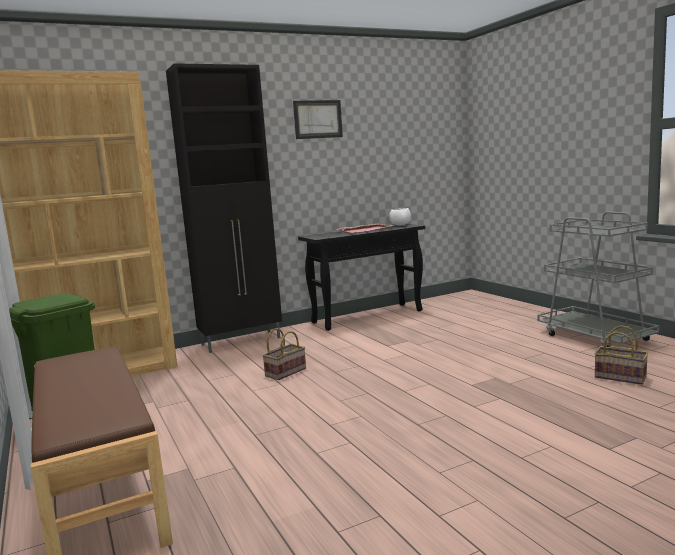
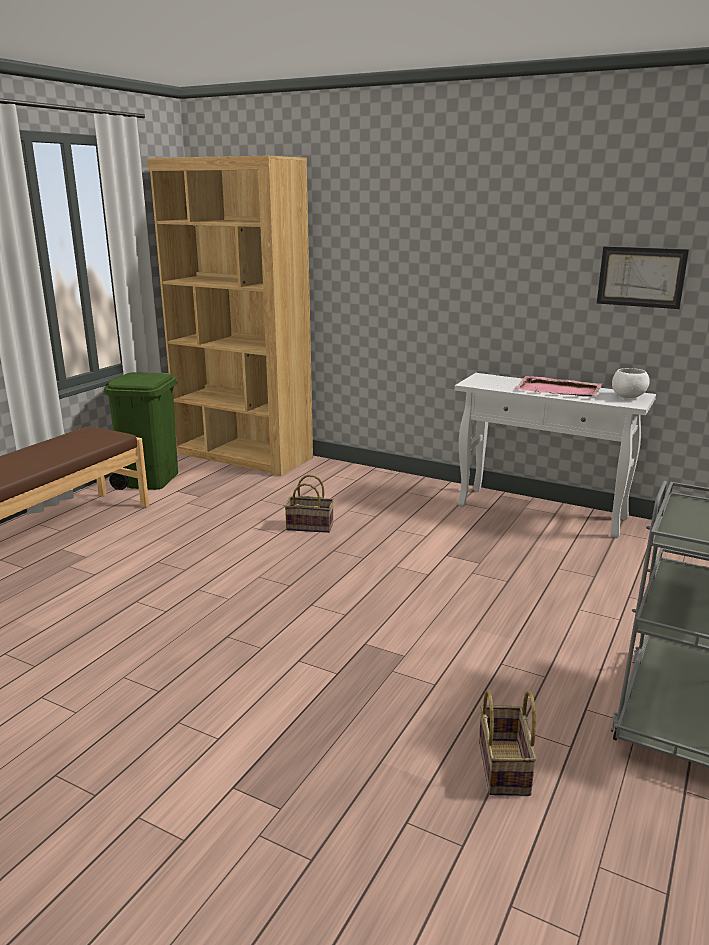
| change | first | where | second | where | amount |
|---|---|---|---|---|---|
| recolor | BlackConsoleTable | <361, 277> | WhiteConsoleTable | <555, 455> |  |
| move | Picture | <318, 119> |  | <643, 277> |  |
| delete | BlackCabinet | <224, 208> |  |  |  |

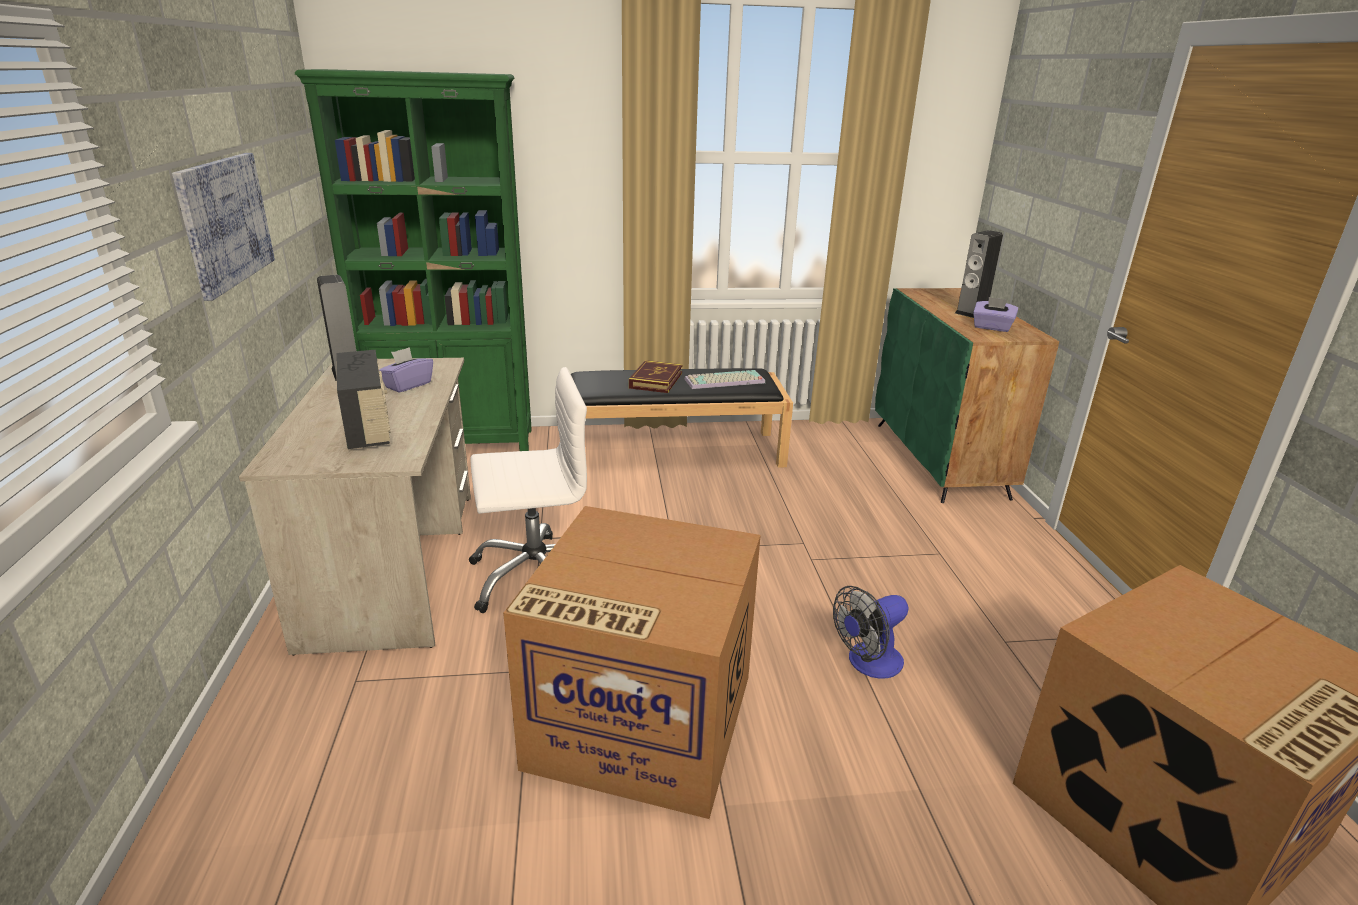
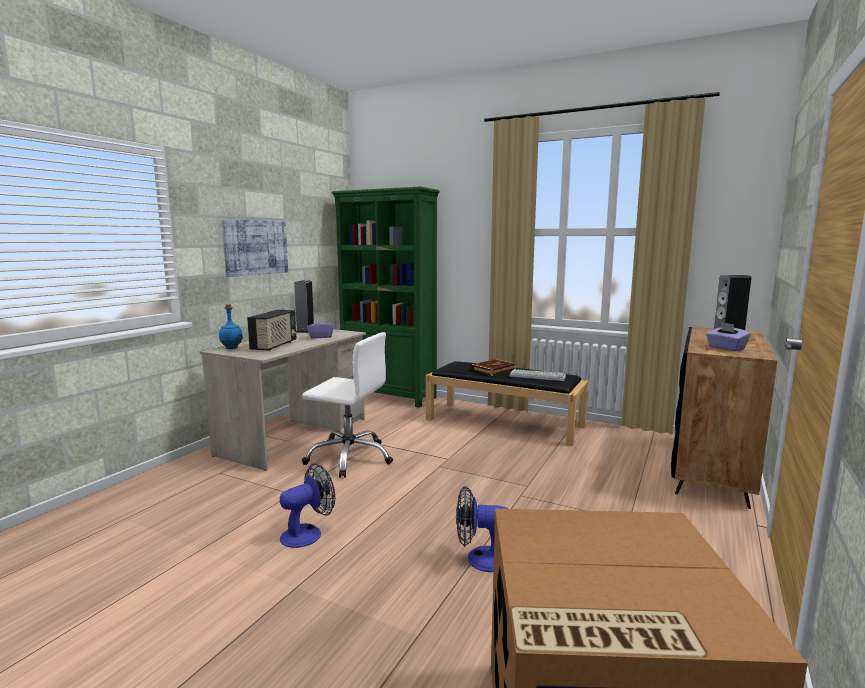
| change | first | where | second | where | amount |
|---|---|---|---|---|---|
| insert |  |  | BlueBottle | <231, 326> |  |
| replace | CardboardBox | <632, 662> | Fan | <307, 505> |  |
| recolor | GreenCabinet | <967, 395> | BlackCabinet | <724, 418> |  |

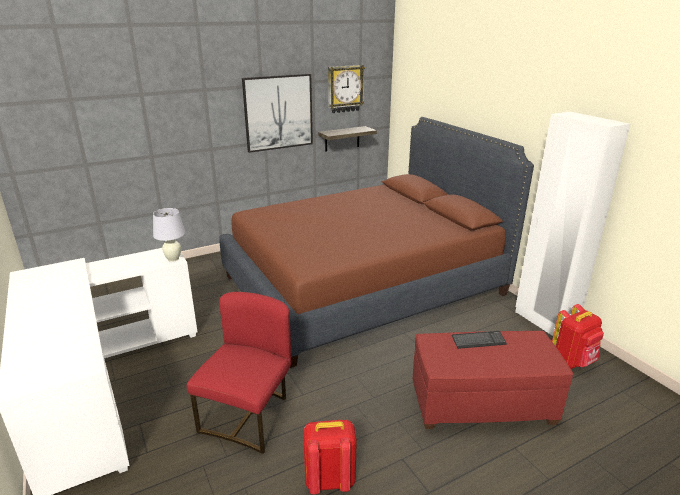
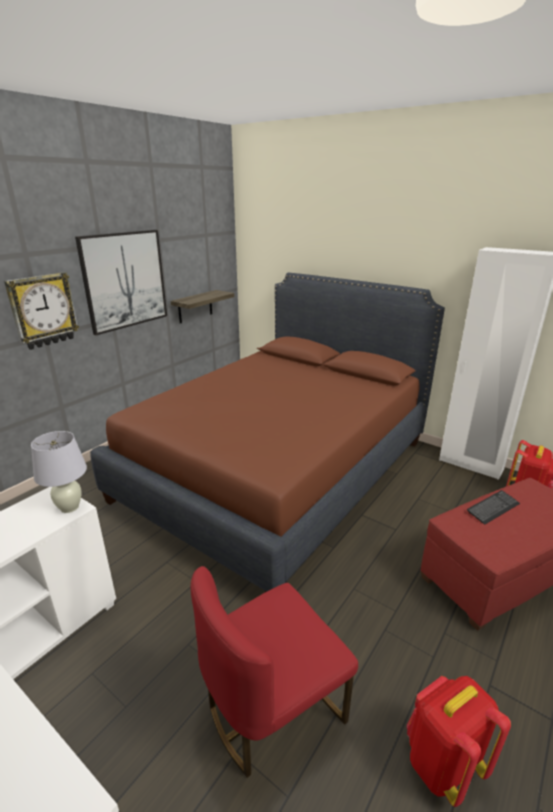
| change | first | where | second | where | amount |
|---|---|---|---|---|---|
| move | WallClock | <346, 89> |  | <41, 311> |  |
| rotate | RedChair | <239, 373> |  | <274, 672> | 120 degrees counterclockwise |

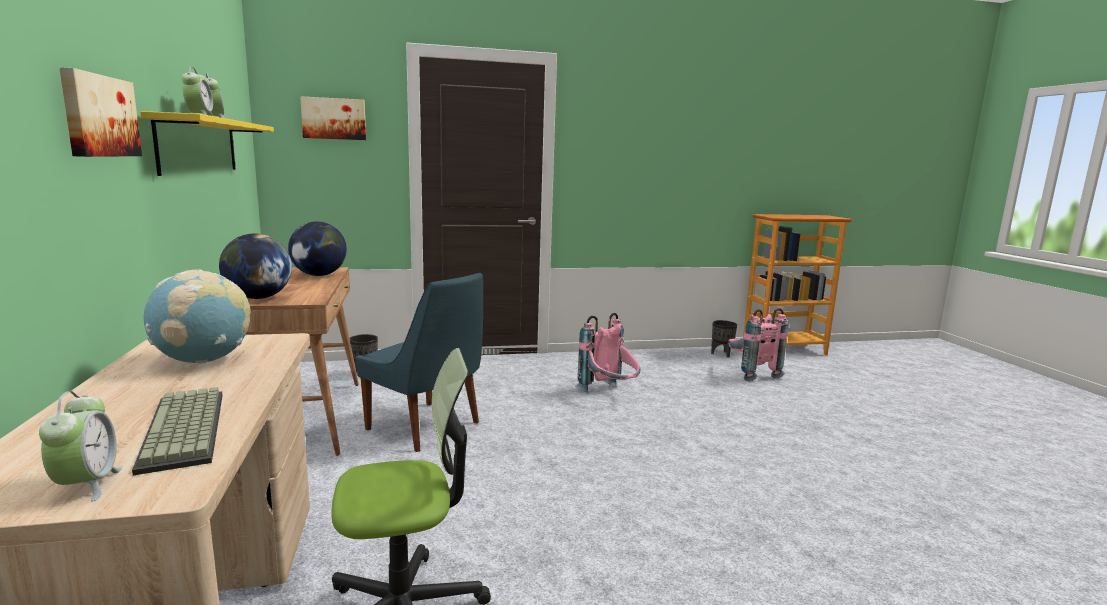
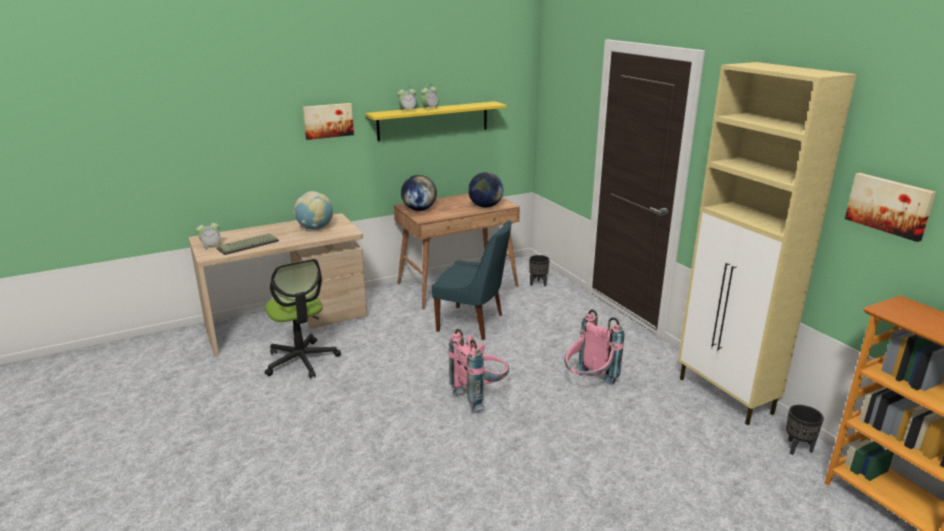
| change | first | where | second | where | amount |
|---|---|---|---|---|---|
| rotate | BlueChair | <419, 362> |  | <471, 280> | 90 degrees counterclockwise |
| move | PinkBackpack | <758, 344> |  | <478, 370> |  |
| insert |  |  | BeigeCabinet | <767, 243> |  |
| move | Picture | <333, 118> |  | <890, 207> |  |

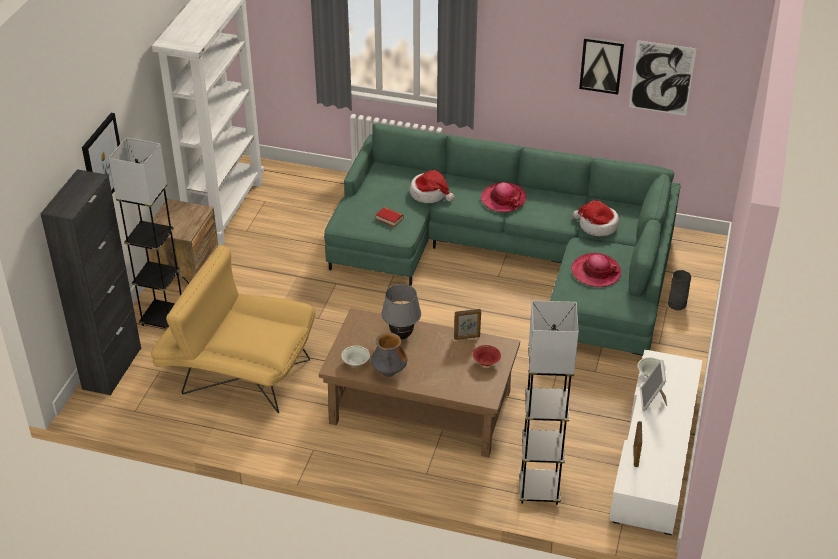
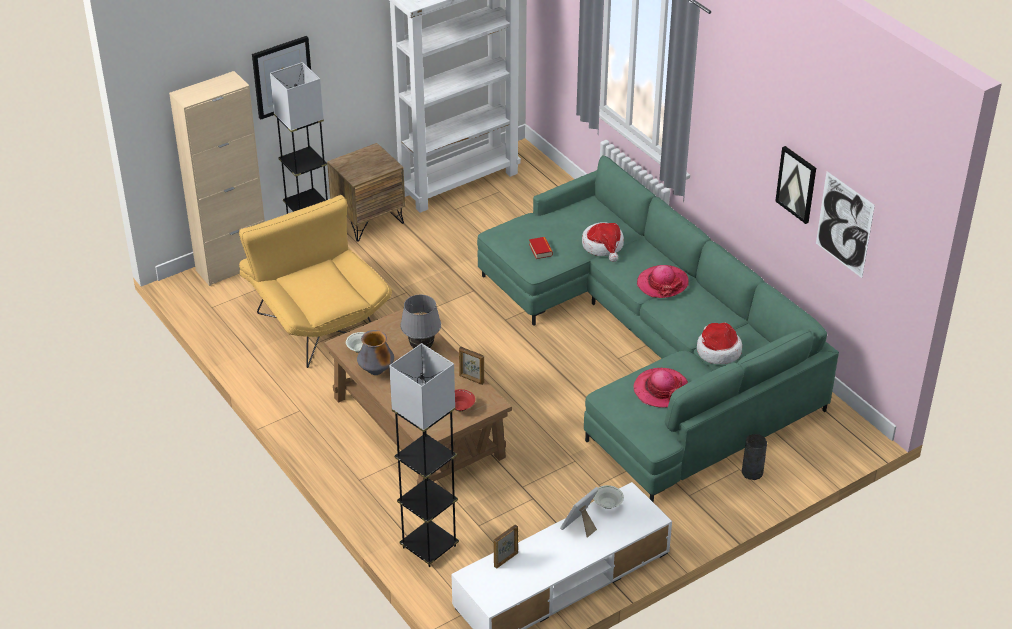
| change | first | where | second | where | amount |
|---|---|---|---|---|---|
| recolor | BlackCabinet | <91, 282> | BeigeCabinet | <217, 178> |  |

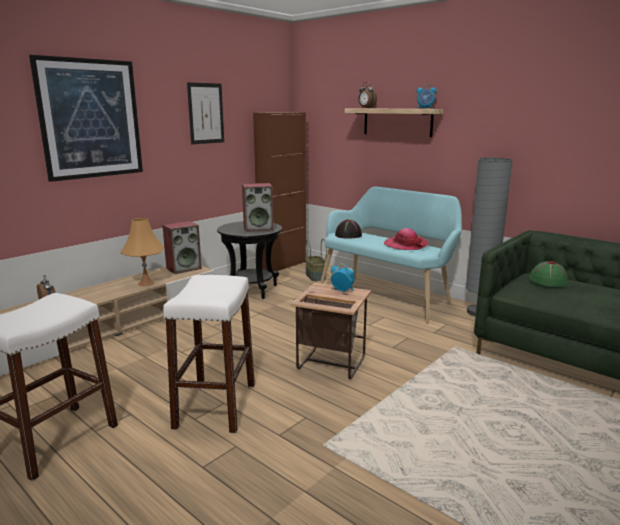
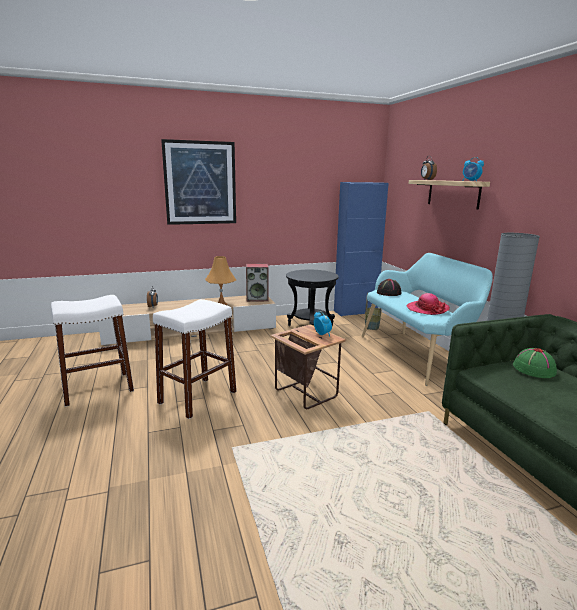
| change | first | where | second | where | amount |
|---|---|---|---|---|---|
| recolor | BrownCabinet | <279, 191> | BlueCabinet | <361, 249> |  |
| delete | Picture | <205, 113> |  |  |  |
| delete | Speaker | <258, 207> |  |  |  |

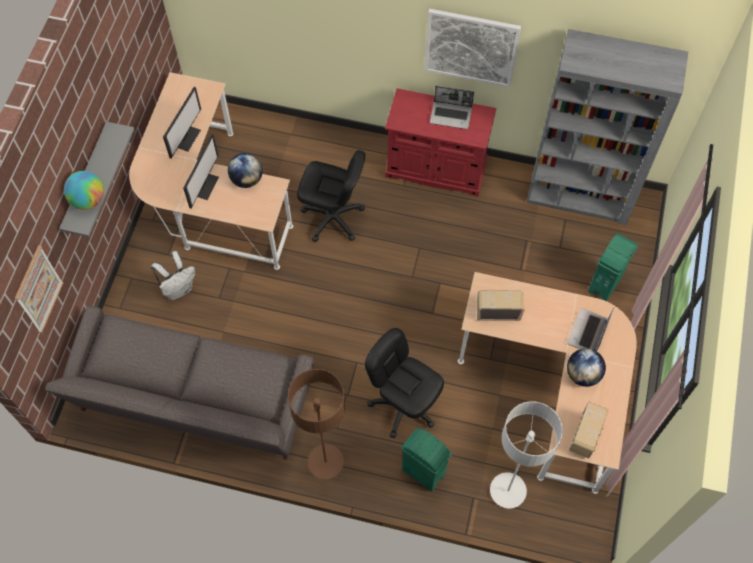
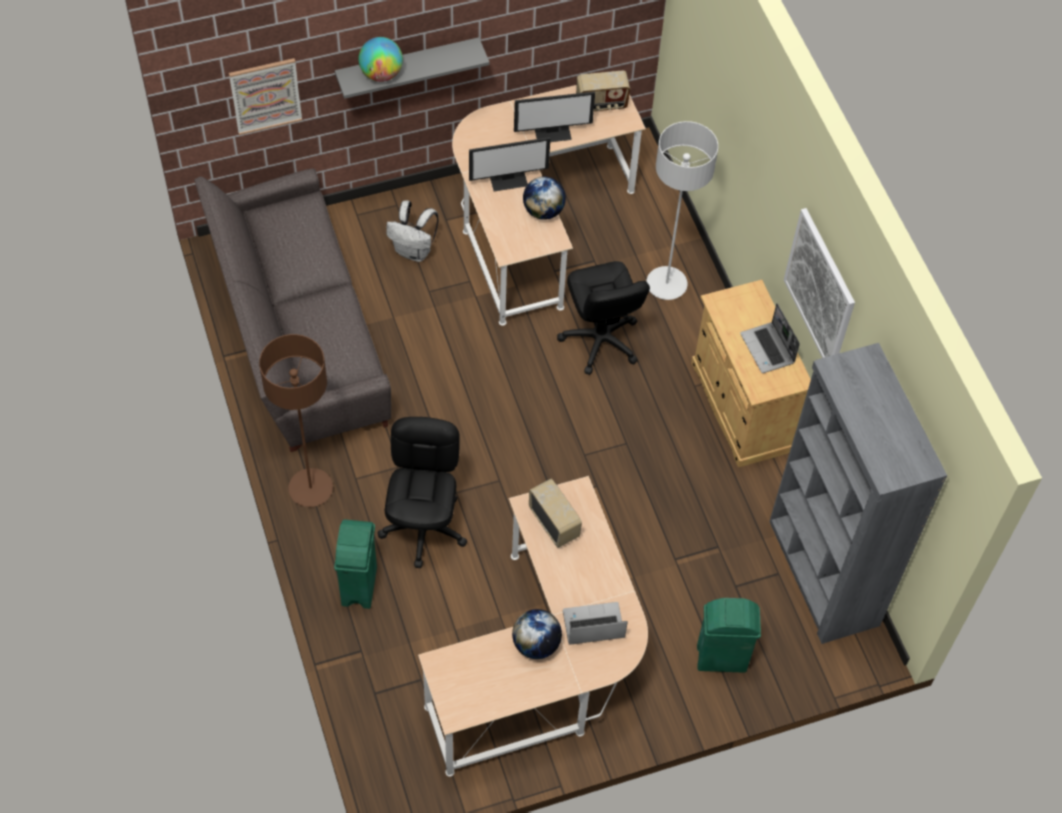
| change | first | where | second | where | amount |
|---|---|---|---|---|---|
| move | Radio | <588, 429> |  | <603, 90> |  |
| move | GreyFloorLamp | <526, 455> |  | <682, 210> |  |
| recolor | RedCabinet | <440, 142> | BeigeCabinet | <751, 373> |  |

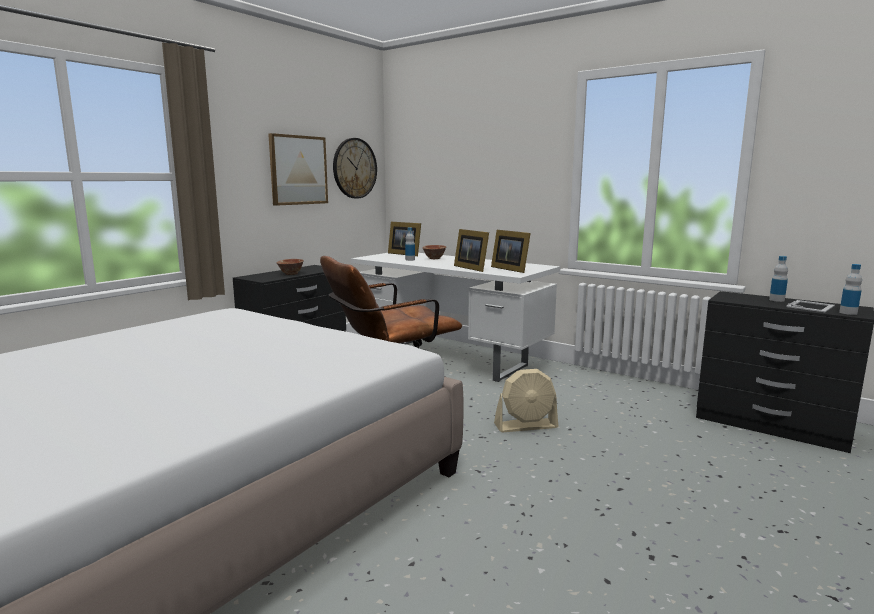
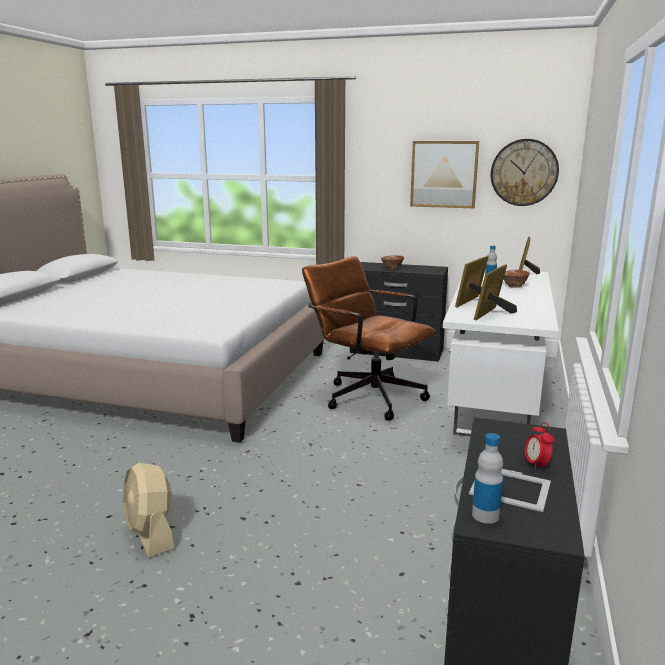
| change | first | where | second | where | amount |
|---|---|---|---|---|---|
| move | BeigeFan | <526, 400> |  | <148, 510> |  |
| replace | Bottle | <778, 279> | AlarmClock | <539, 446> |  |

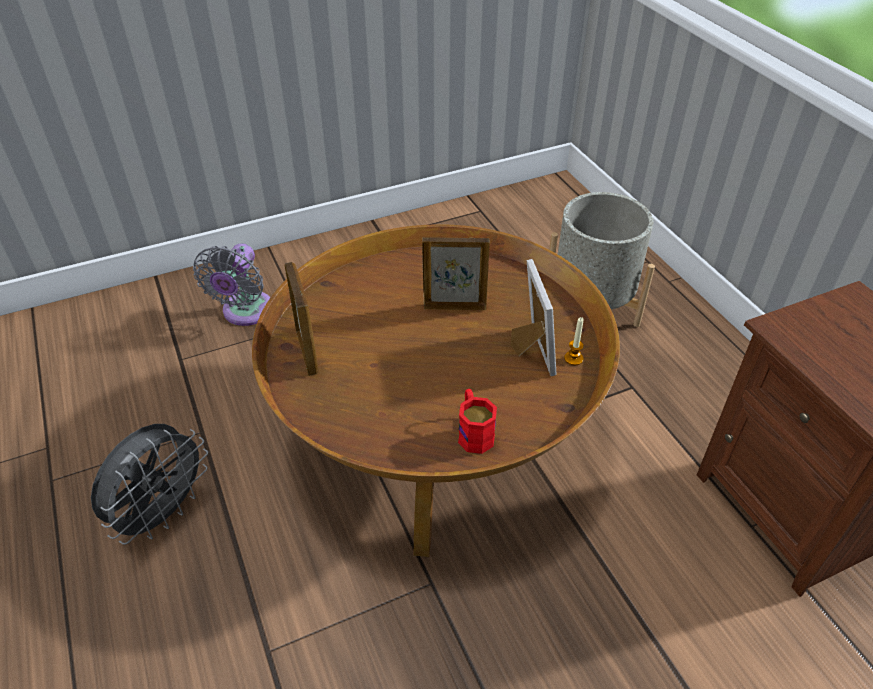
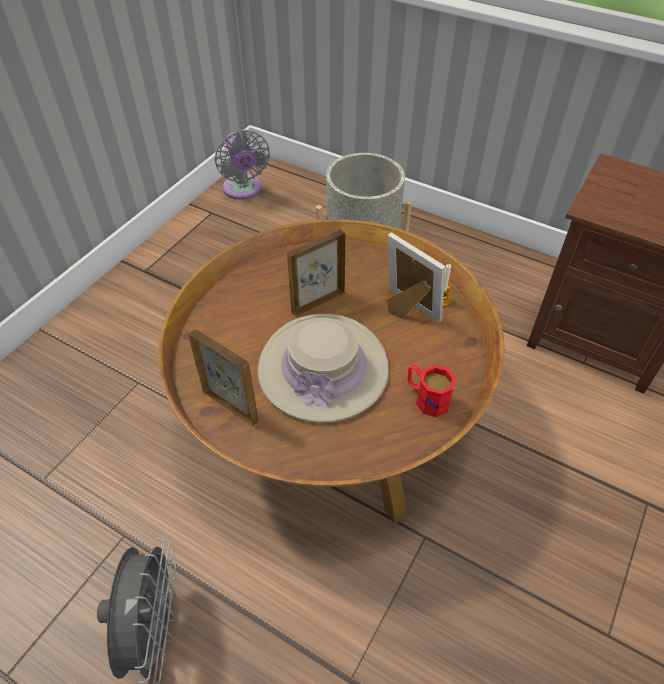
| change | first | where | second | where | amount |
|---|---|---|---|---|---|
| move | GreyFan | <231, 284> |  | <242, 165> |  |
| insert |  |  | BeigeHat | <323, 368> |  |

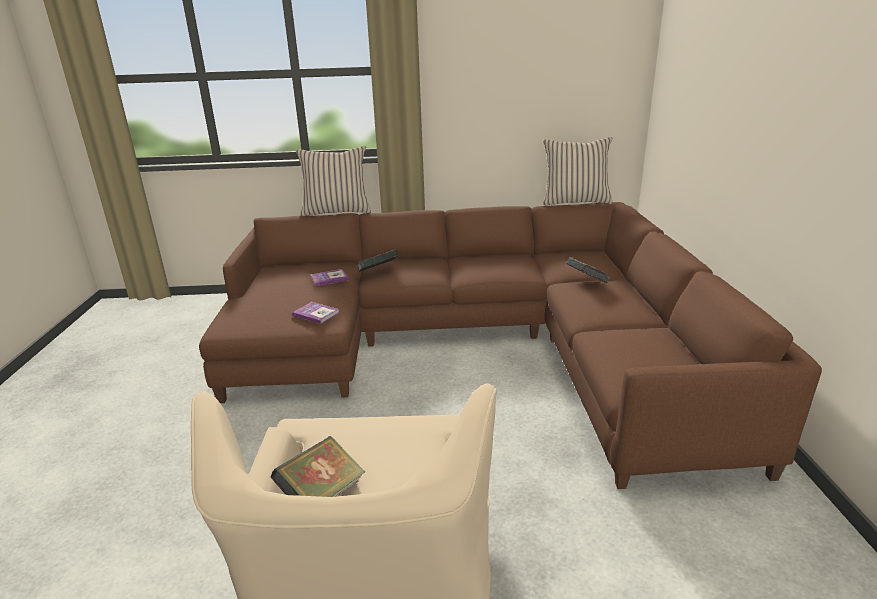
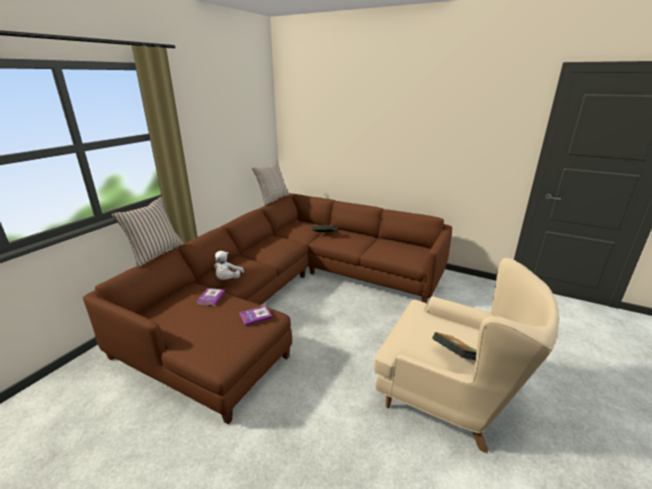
| change | first | where | second | where | amount |
|---|---|---|---|---|---|
| replace | Book | <377, 260> | WhitePlushToy | <229, 265> |  |

